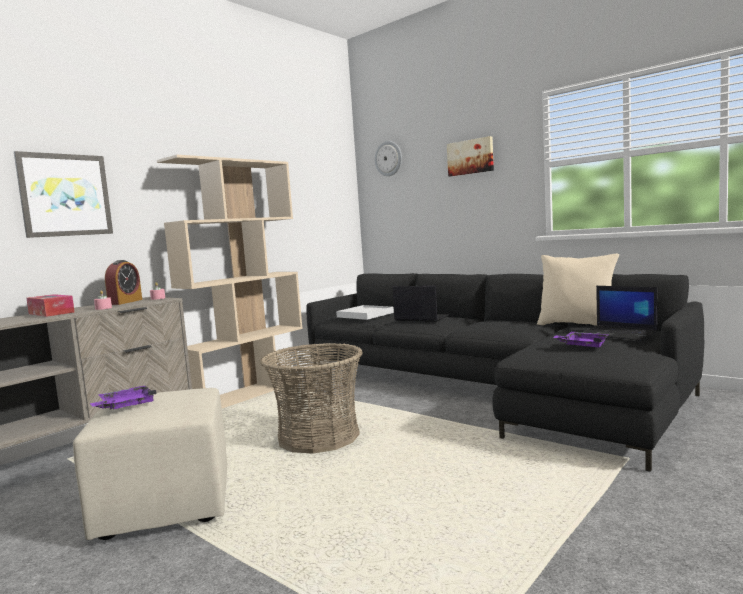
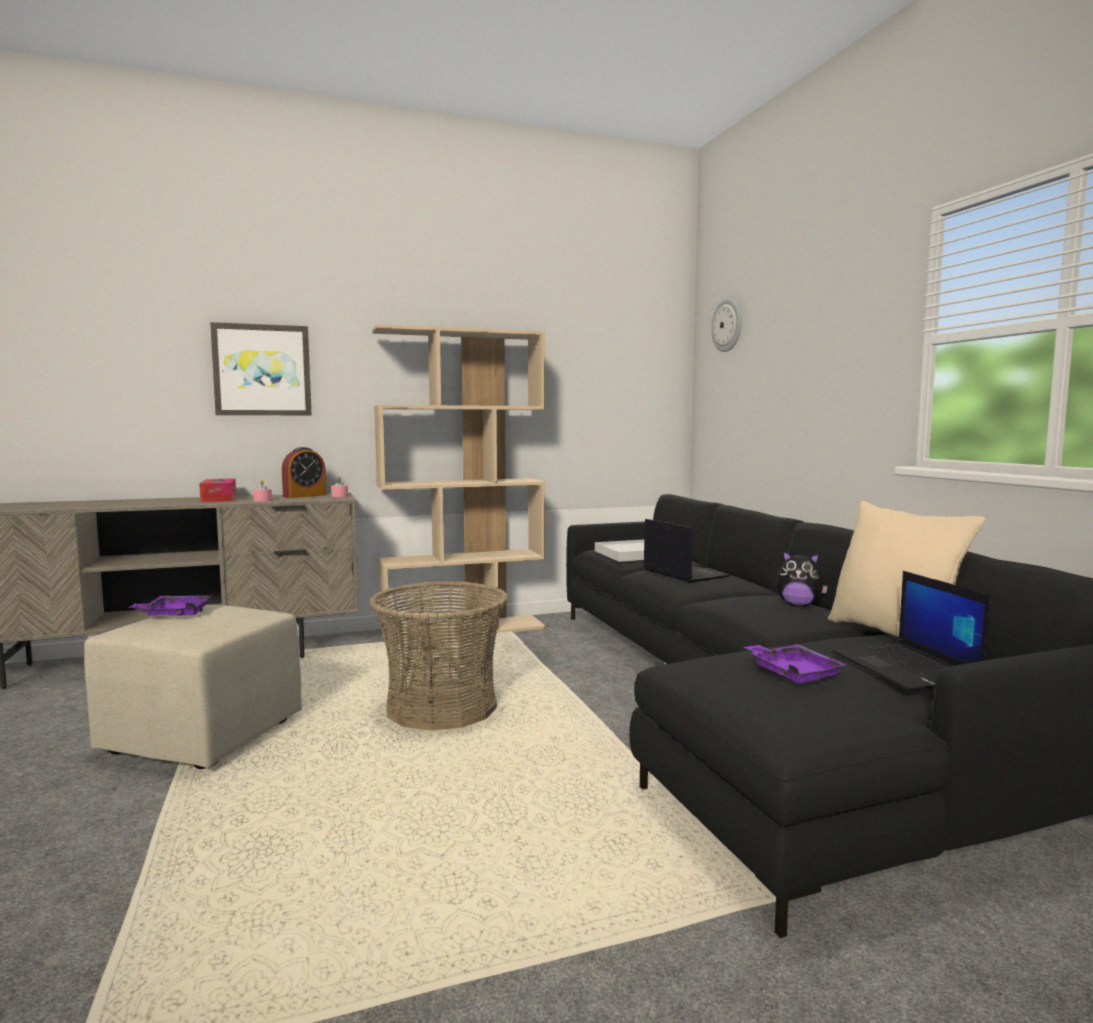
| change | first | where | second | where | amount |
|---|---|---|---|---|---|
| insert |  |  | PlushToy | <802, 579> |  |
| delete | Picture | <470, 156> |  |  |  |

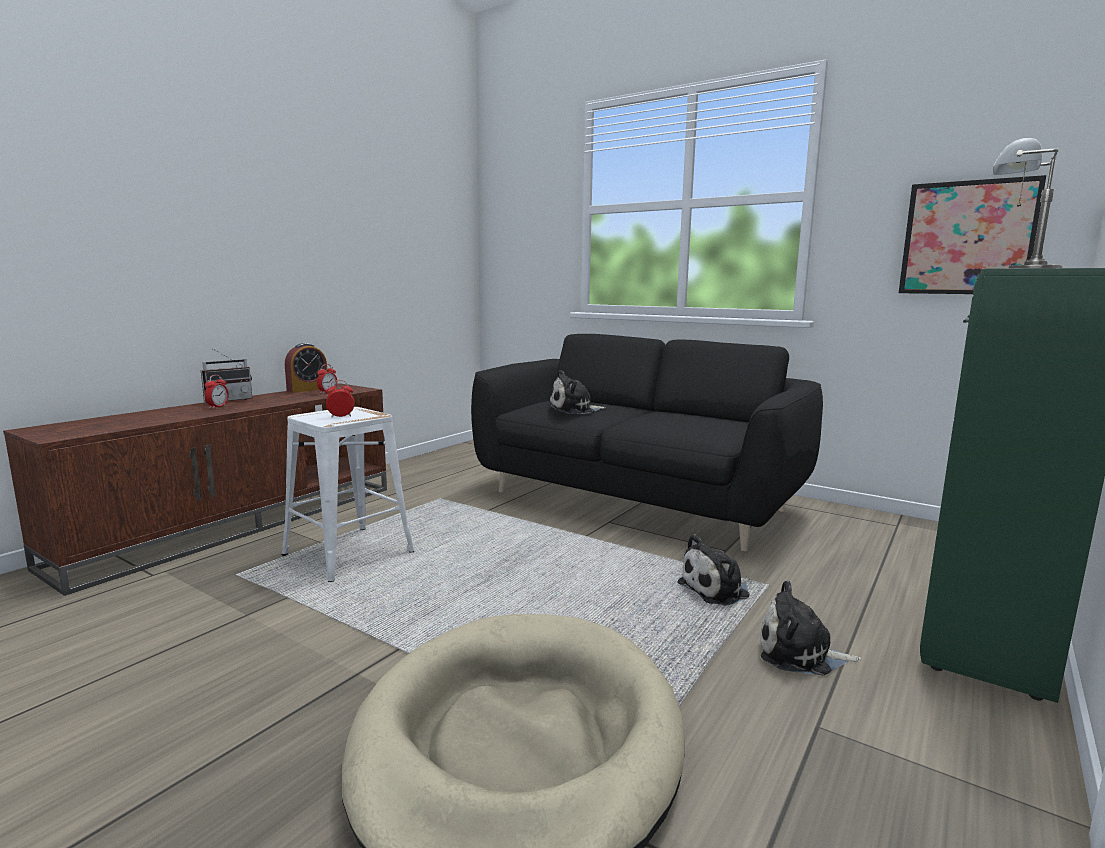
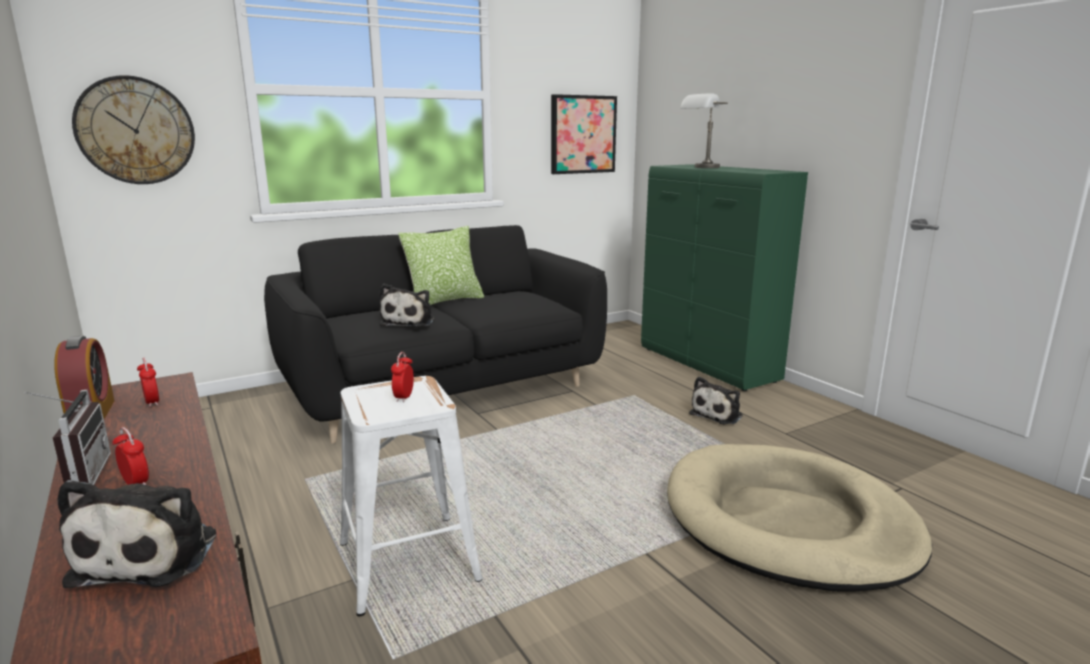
| change | first | where | second | where | amount |
|---|---|---|---|---|---|
| move | PlushToy | <713, 570> |  | <136, 534> |  |
| insert |  |  | WallClock | <133, 129> |  |
| insert |  |  | Pillow | <441, 265> |  |

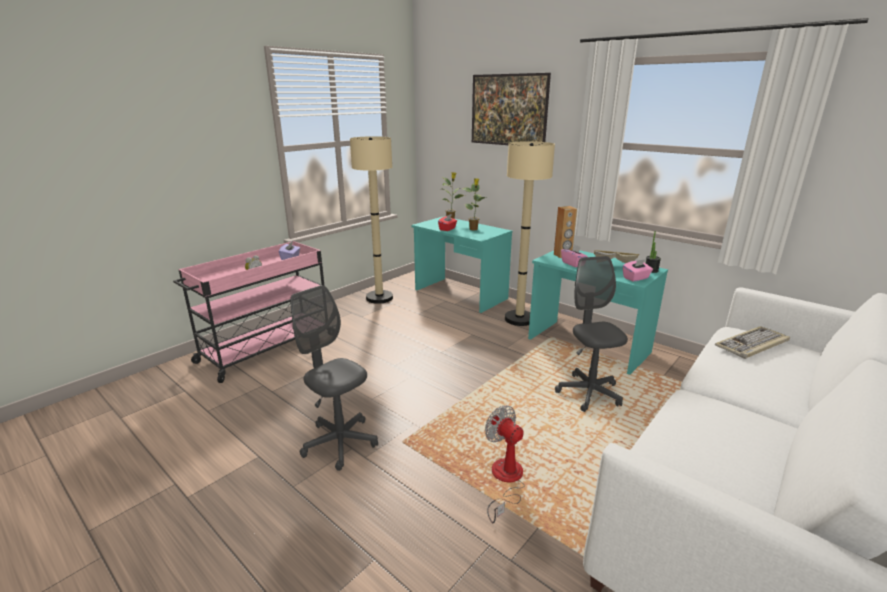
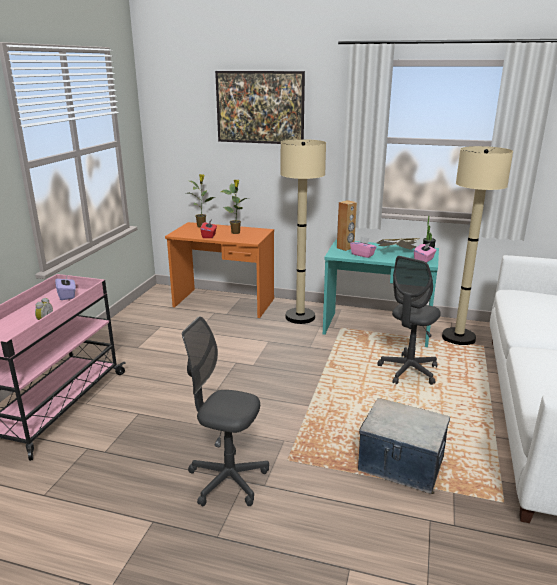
| change | first | where | second | where | amount |
|---|---|---|---|---|---|
| recolor | TurquoiseDesk | <462, 264> | OrangeDesk | <219, 270> |  |
| replace | Fan | <505, 464> | StorageBox | <404, 446> |  |
| rotate | GreyOfficeChair | <591, 334> |  | <409, 320> | 105 degrees counterclockwise |
| move | BeigeFloorLamp | <371, 220> |  | <477, 245> |  |
| delete | Keyboard | <752, 342> |  |  |  |

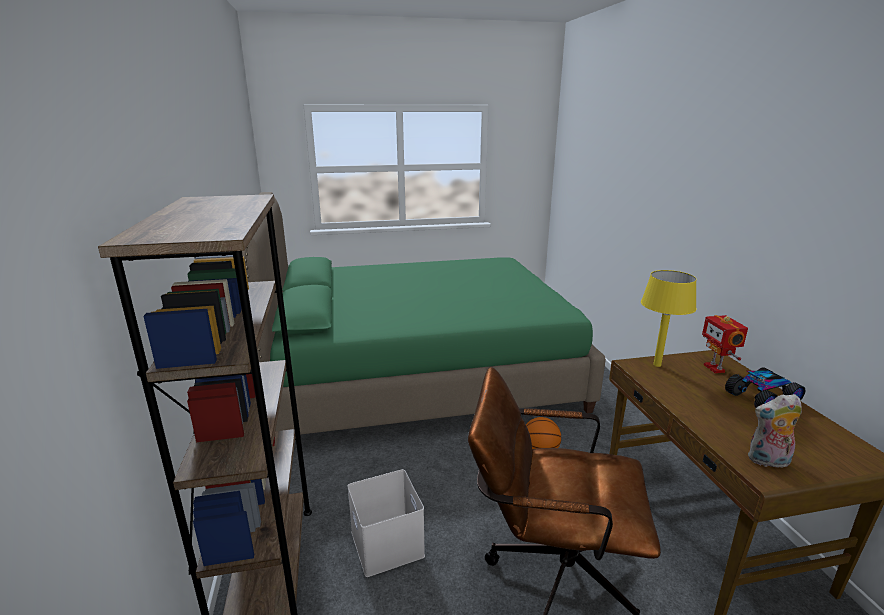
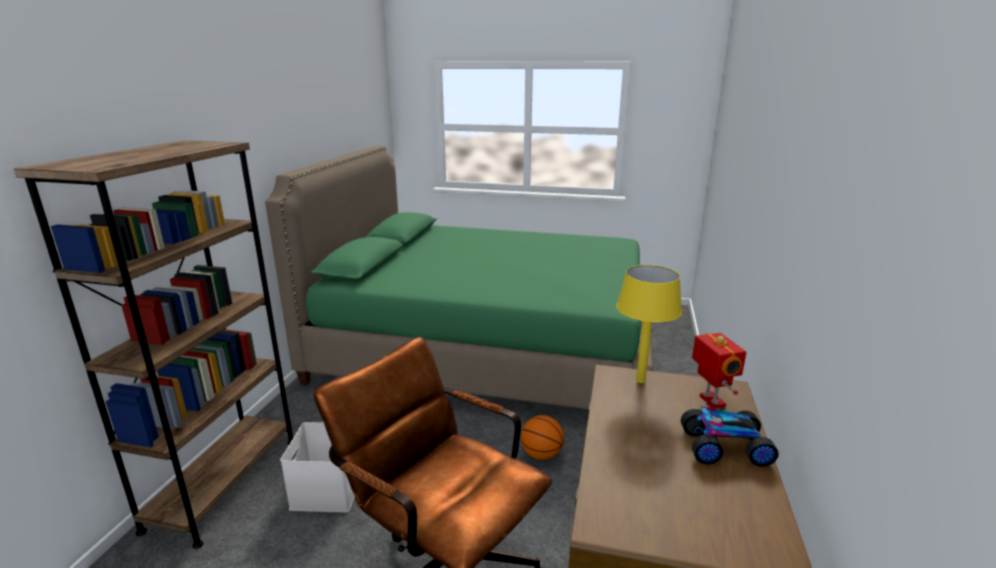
| change | first | where | second | where | amount |
|---|---|---|---|---|---|
| rotate | ToyRobot | <725, 344> |  | <719, 371> | 150 degrees clockwise |
| delete | PlushToy | <775, 431> |  |  |  |

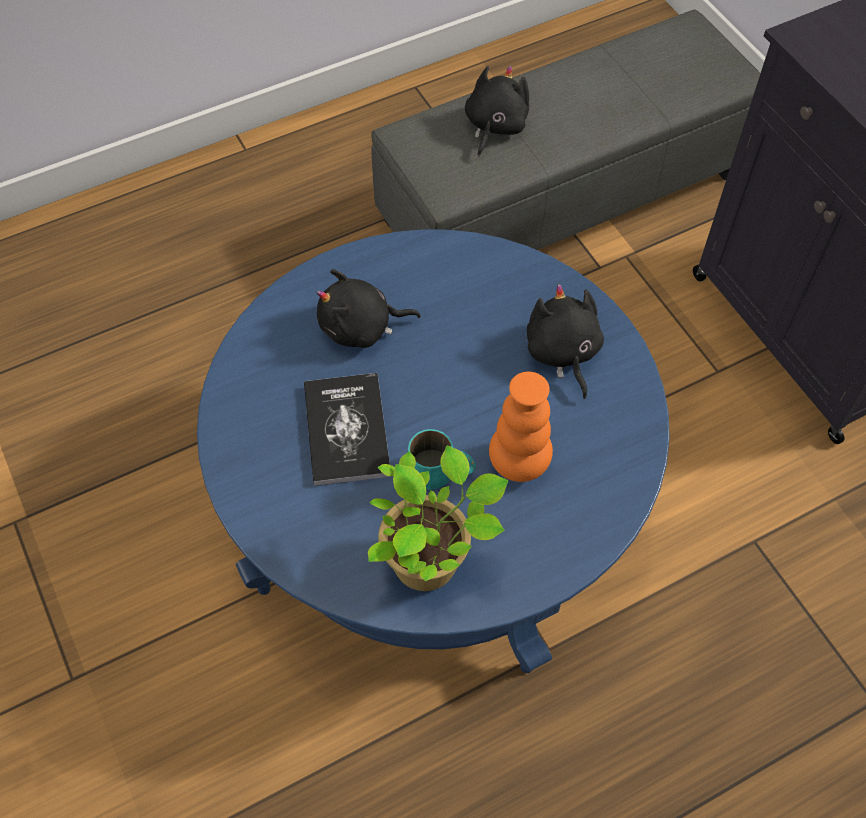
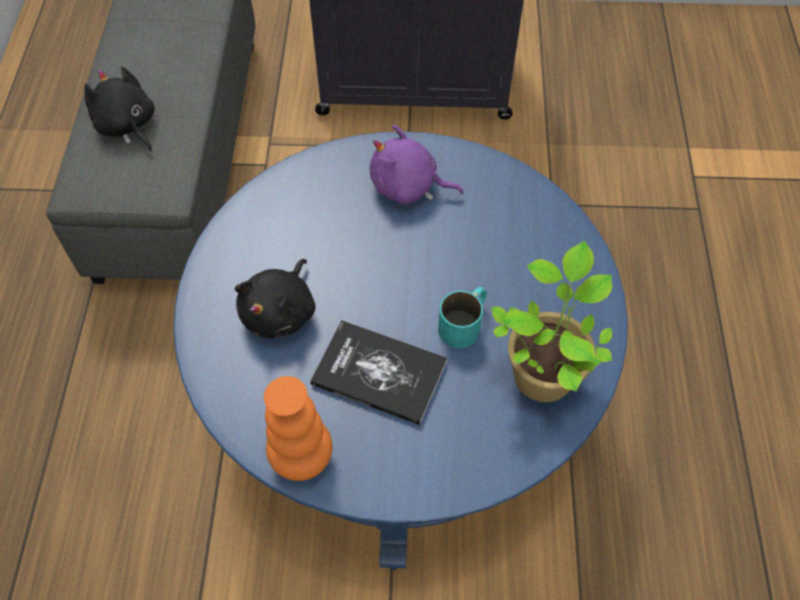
| change | first | where | second | where | amount |
|---|---|---|---|---|---|
| move | OrangeVase | <521, 427> |  | <298, 428> |  |
| recolor | BlackPlushToy | <565, 341> | PurplePlushToy | <416, 164> |  |

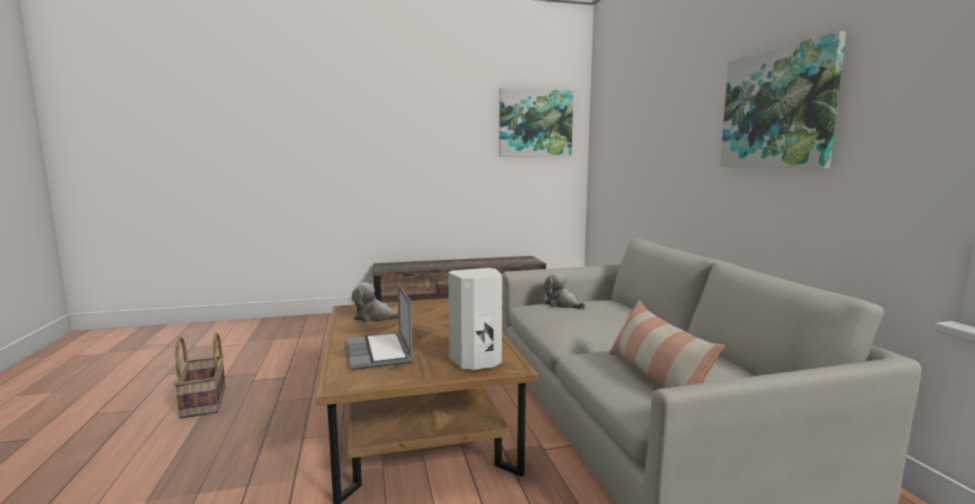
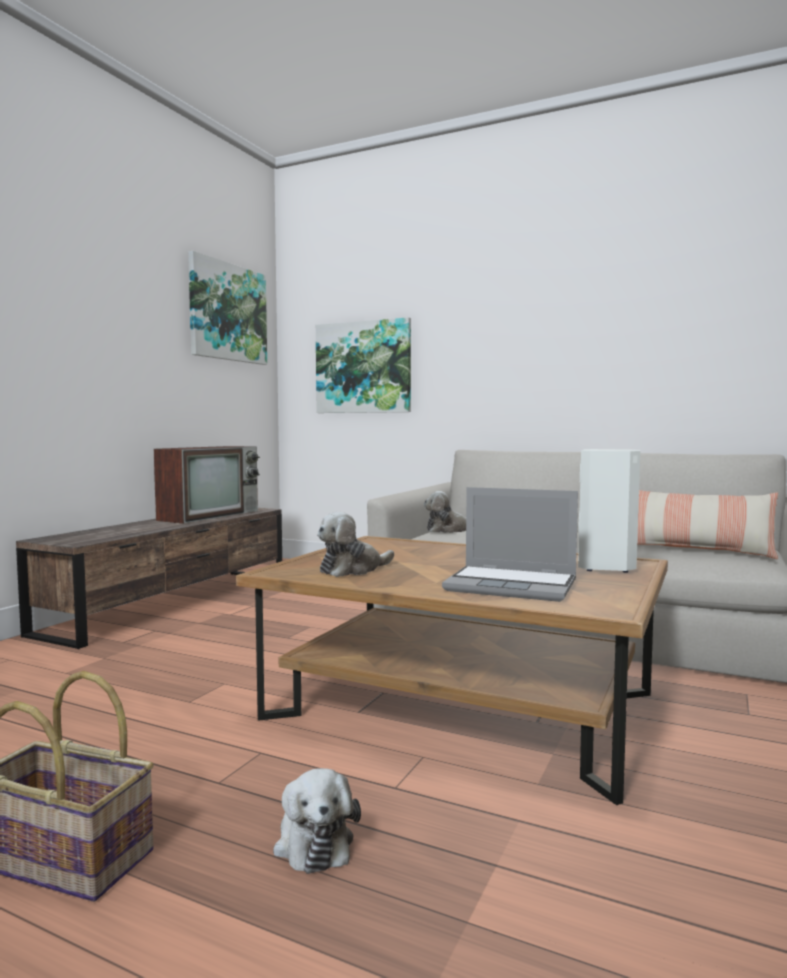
| change | first | where | second | where | amount |
|---|---|---|---|---|---|
| insert |  |  | Television | <207, 485> |  |
| insert |  |  | PlushToy | <317, 821> |  |
| move | Picture | <783, 99> |  | <363, 365> |  |

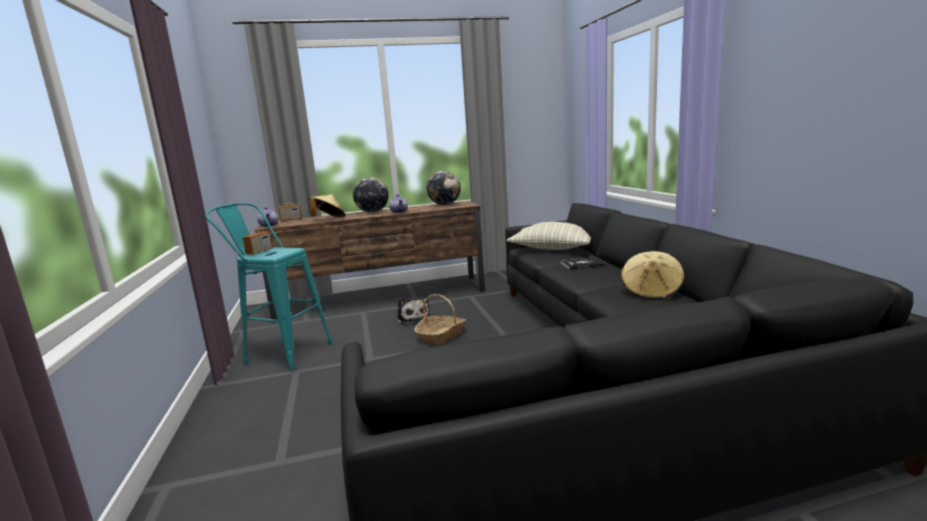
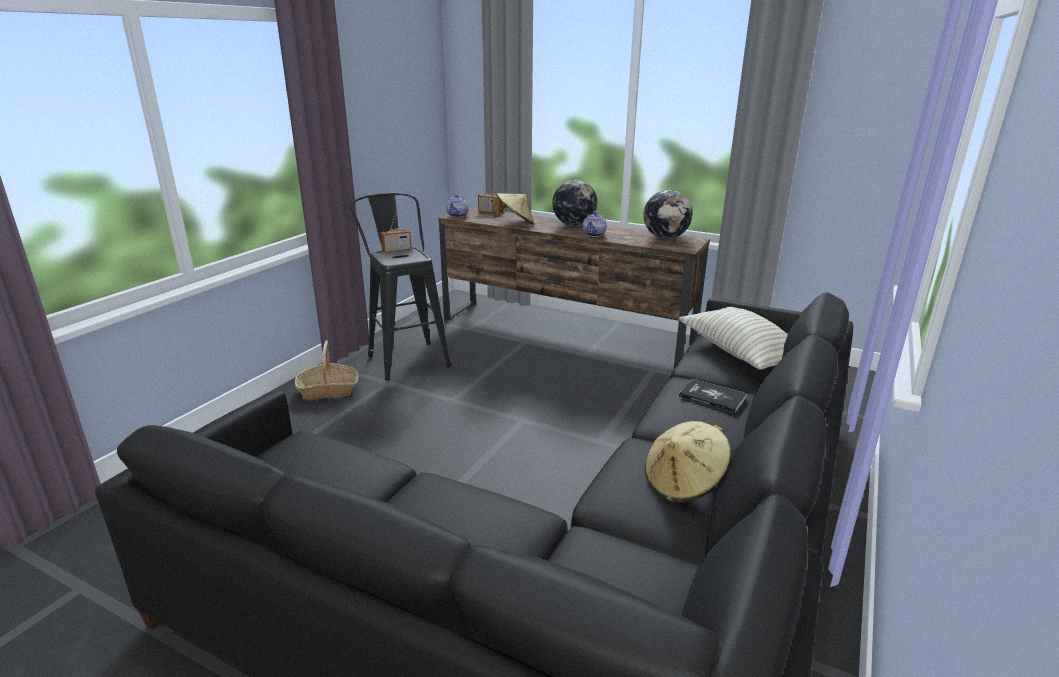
| change | first | where | second | where | amount |
|---|---|---|---|---|---|
| move | Basket | <440, 320> |  | <327, 370> |  |
| recolor | TurquoiseStool | <269, 287> | BlackStool | <400, 286> |  |
| delete | PlushToy | <413, 310> |  |  |  |

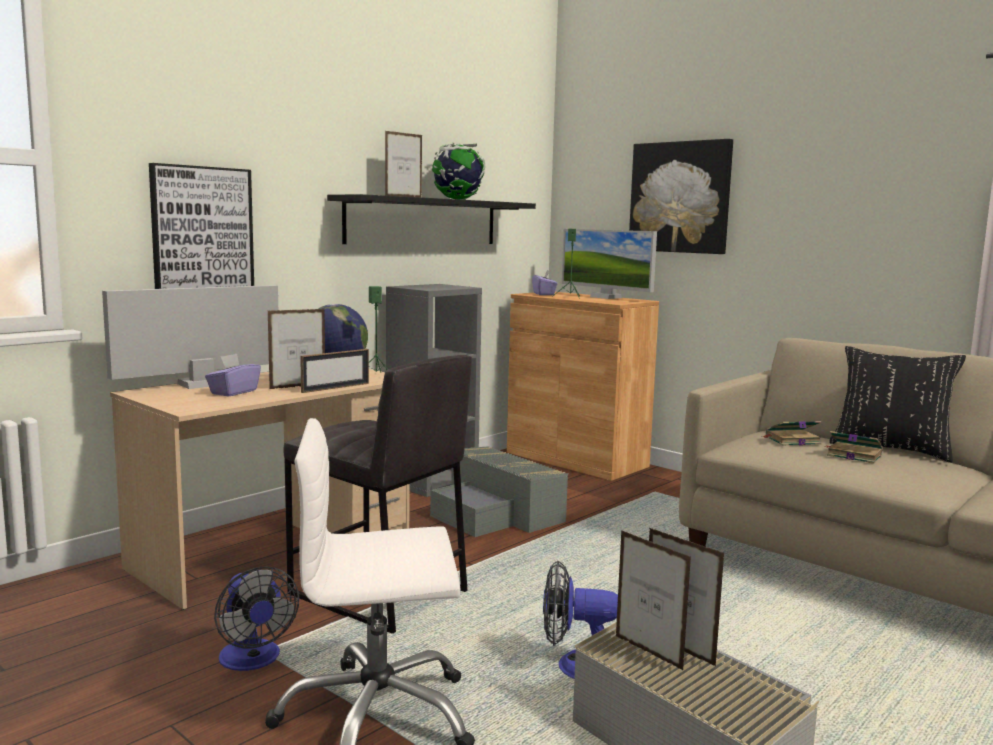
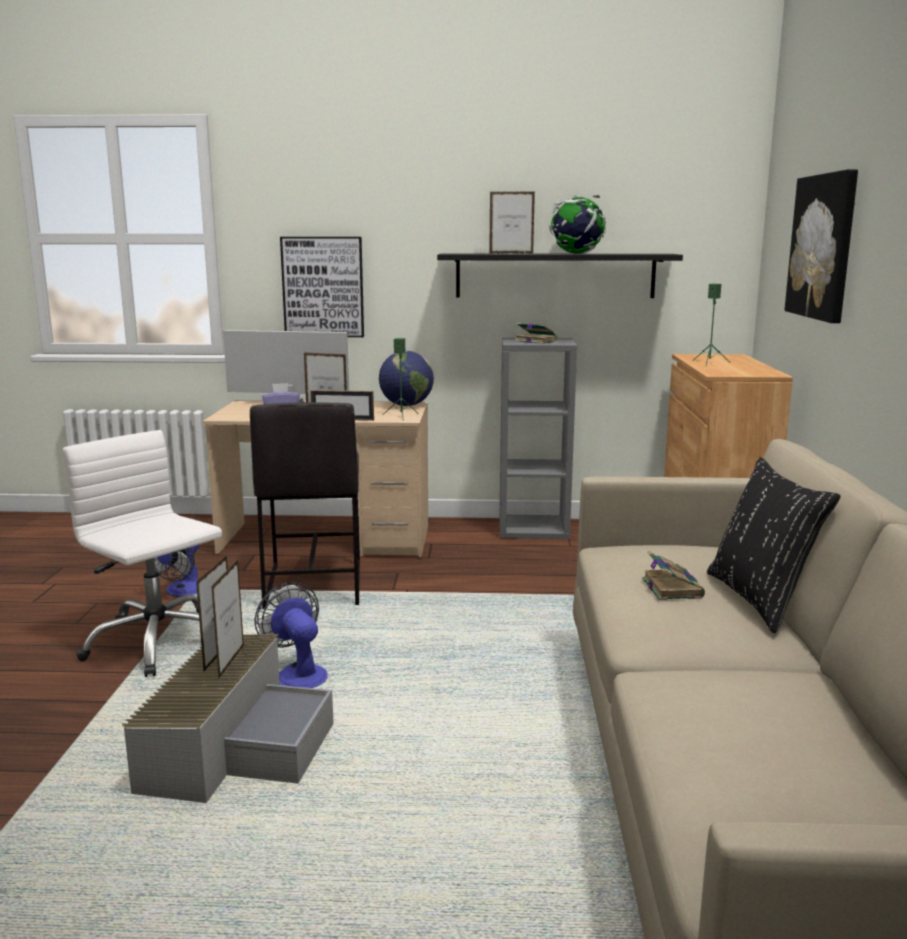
| change | first | where | second | where | amount |
|---|---|---|---|---|---|
| move | Book | <791, 433> |  | <536, 333> |  |
| delete | GreyStorageBox | <499, 491> |  |  |  |
| delete | PurpleTissueBox | <545, 282> |  |  |  |
| delete | Monitor | <609, 264> |  |  |  |

